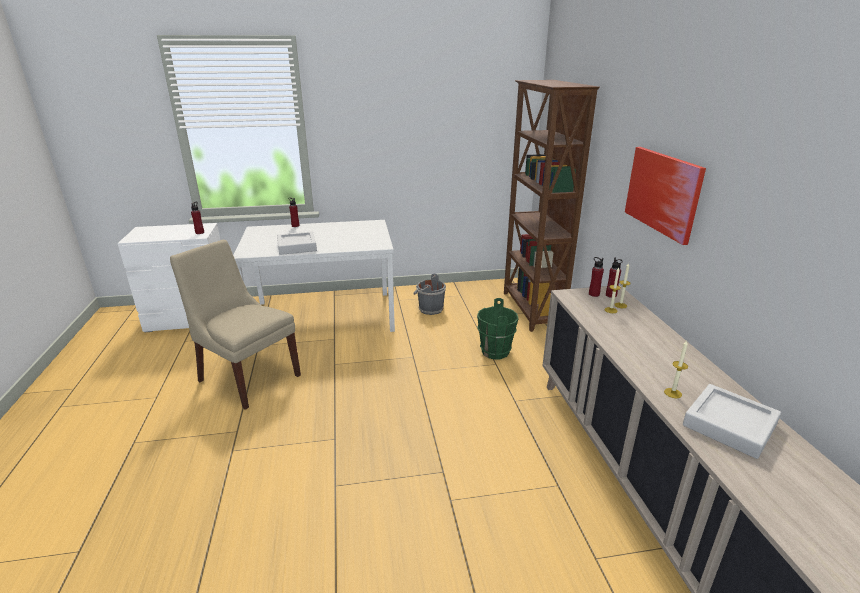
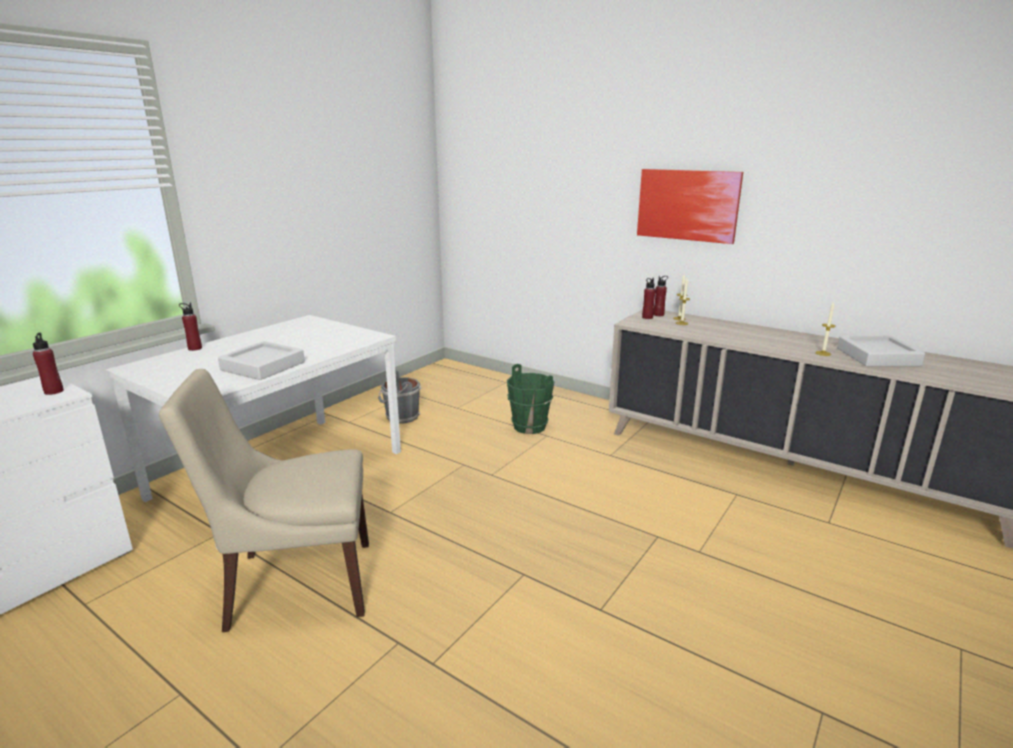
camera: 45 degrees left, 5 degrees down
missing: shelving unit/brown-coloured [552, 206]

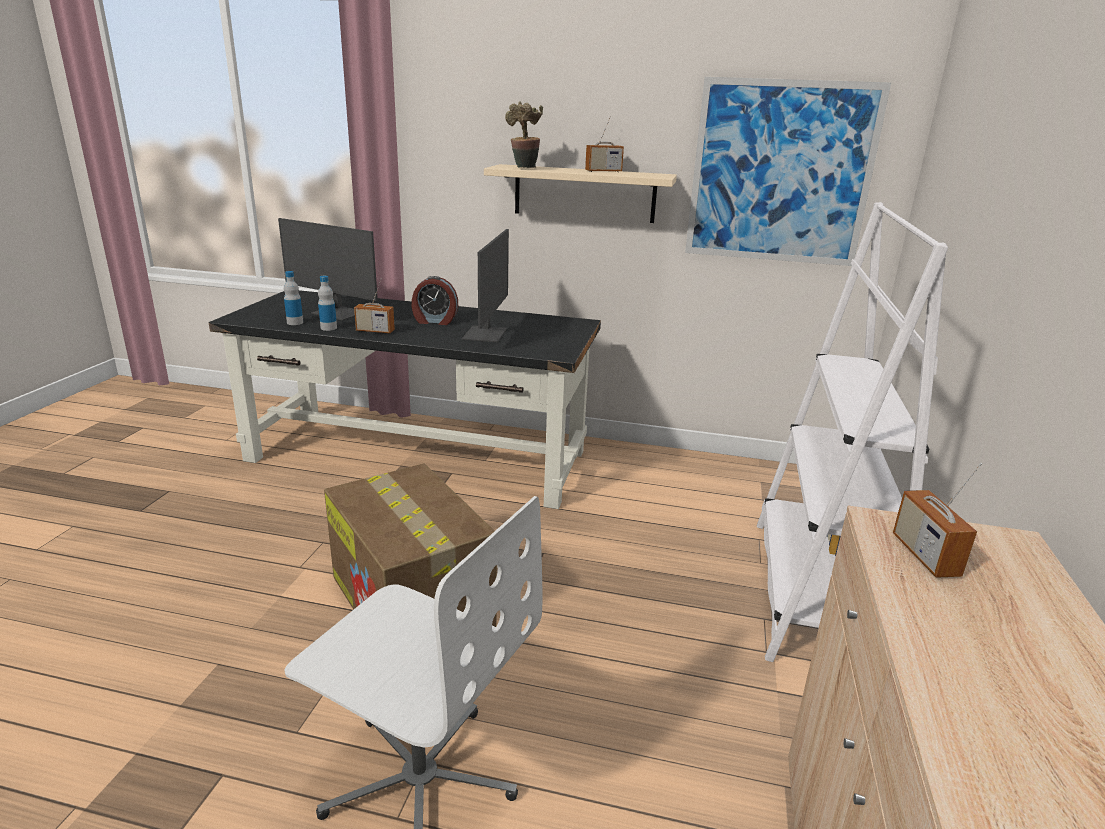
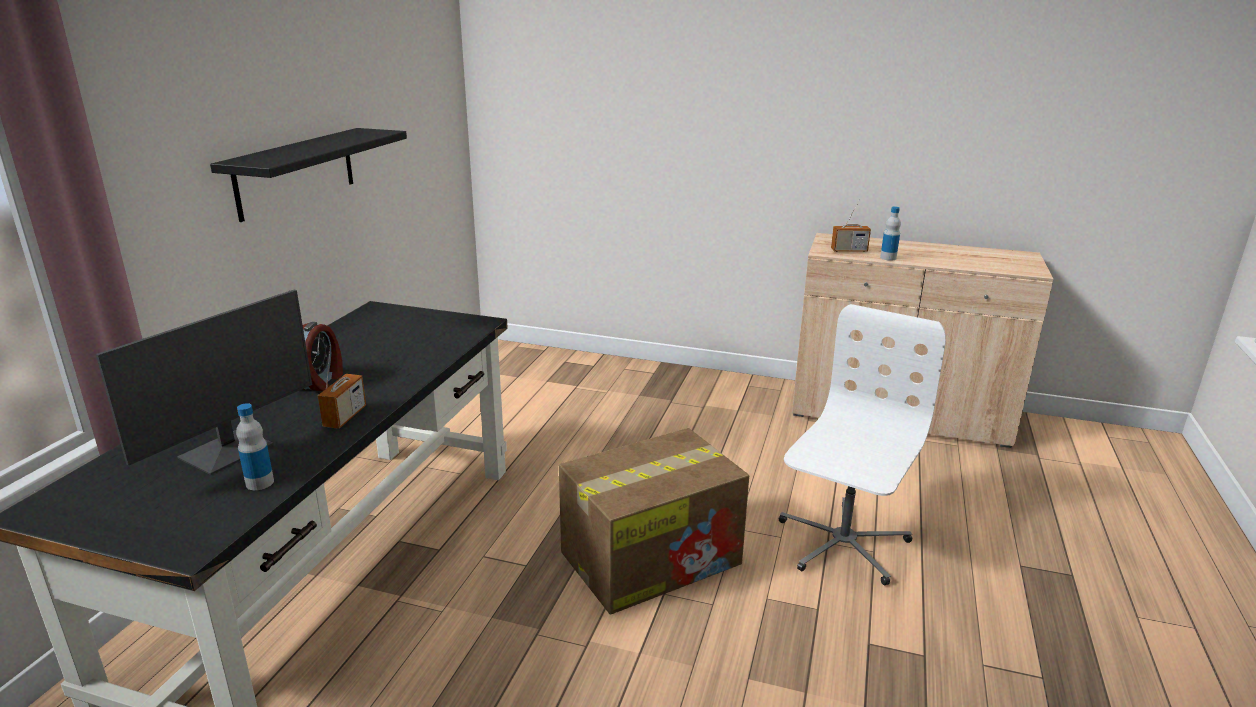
camera: 85 degrees left, 0 degrees up
missing: computer display [485, 286]; houseplant [524, 134]; radio receiver [604, 144]; picture [788, 171]; shelving unit/white-coloured [852, 432]
relocated: drink bottle [327, 303] to [890, 234]
colour: bracket shelf/beige [580, 193] to bracket shelf/black [308, 175]

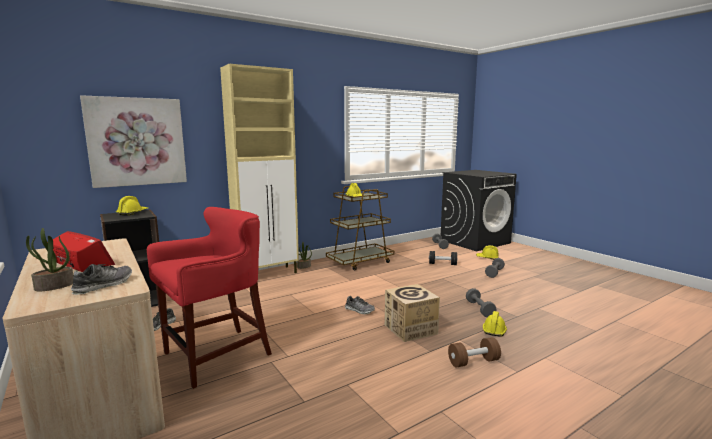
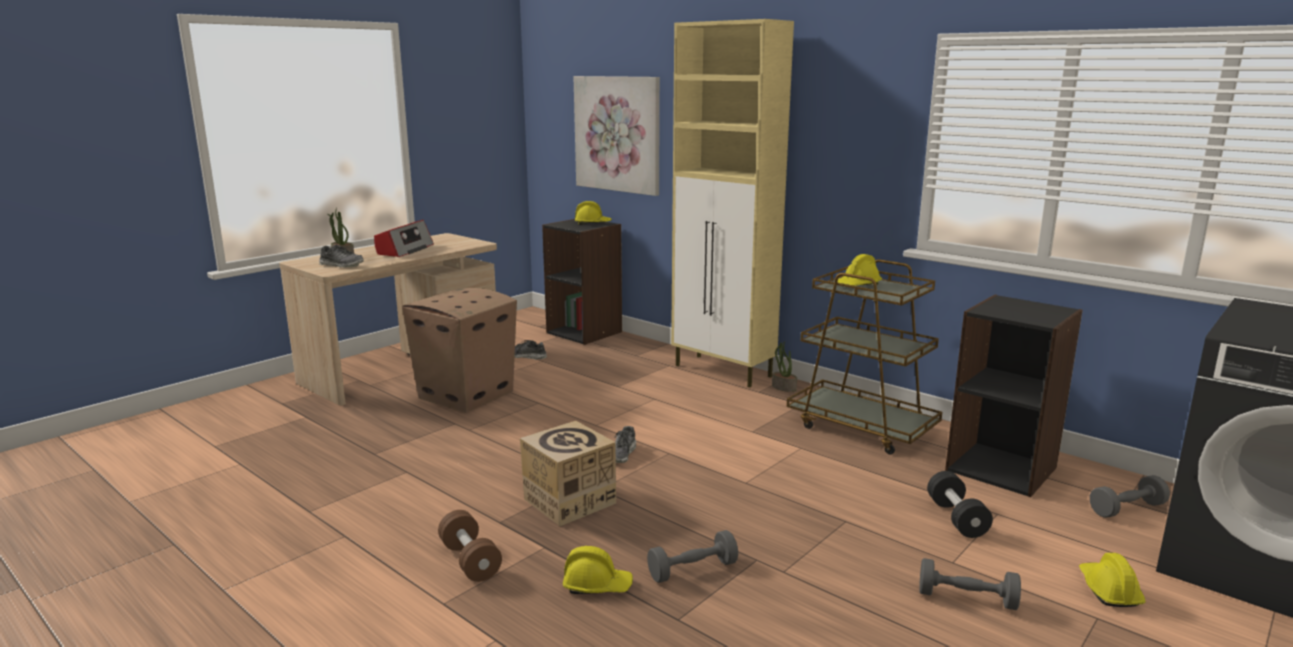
camera: 75 degrees right, 5 degrees up
appeared: shelving unit/black [1014, 396]
exchanged: stool/red-coloured [209, 298] to packing box [459, 350]

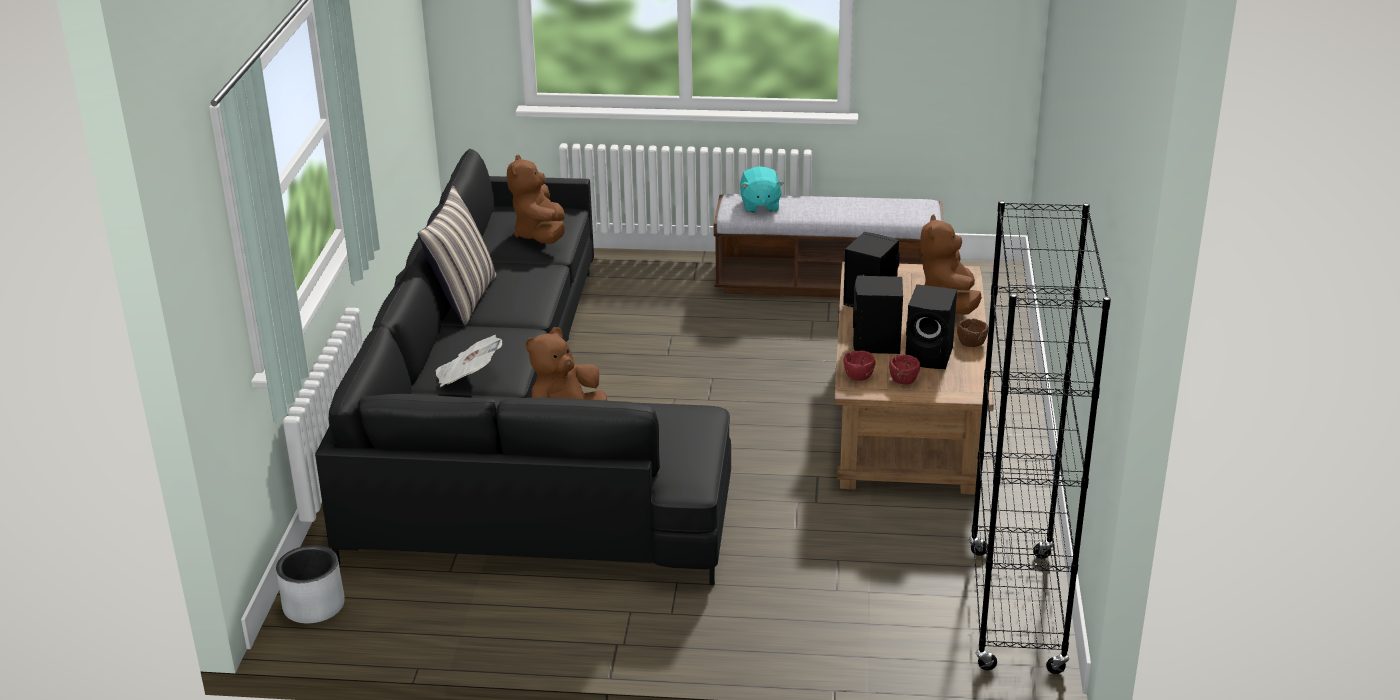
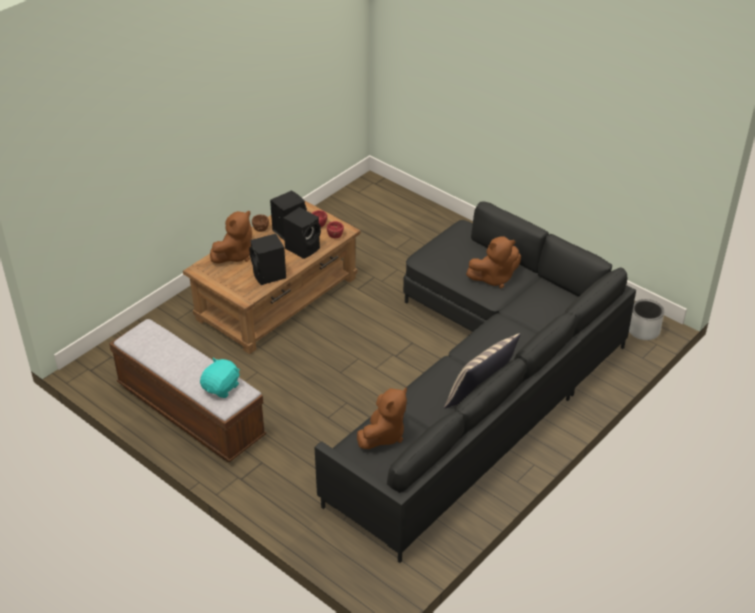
camera: 145 degrees left, 10 degrees up
missing: daily paper [468, 361]; shelving unit/black [1040, 437]

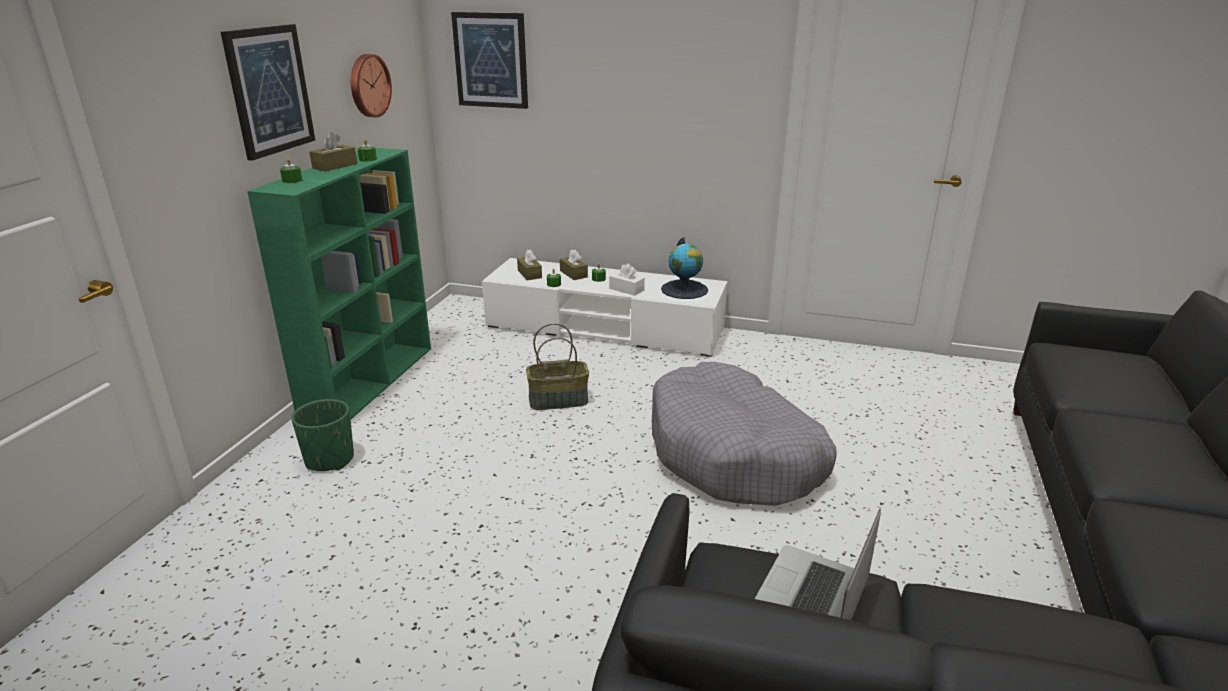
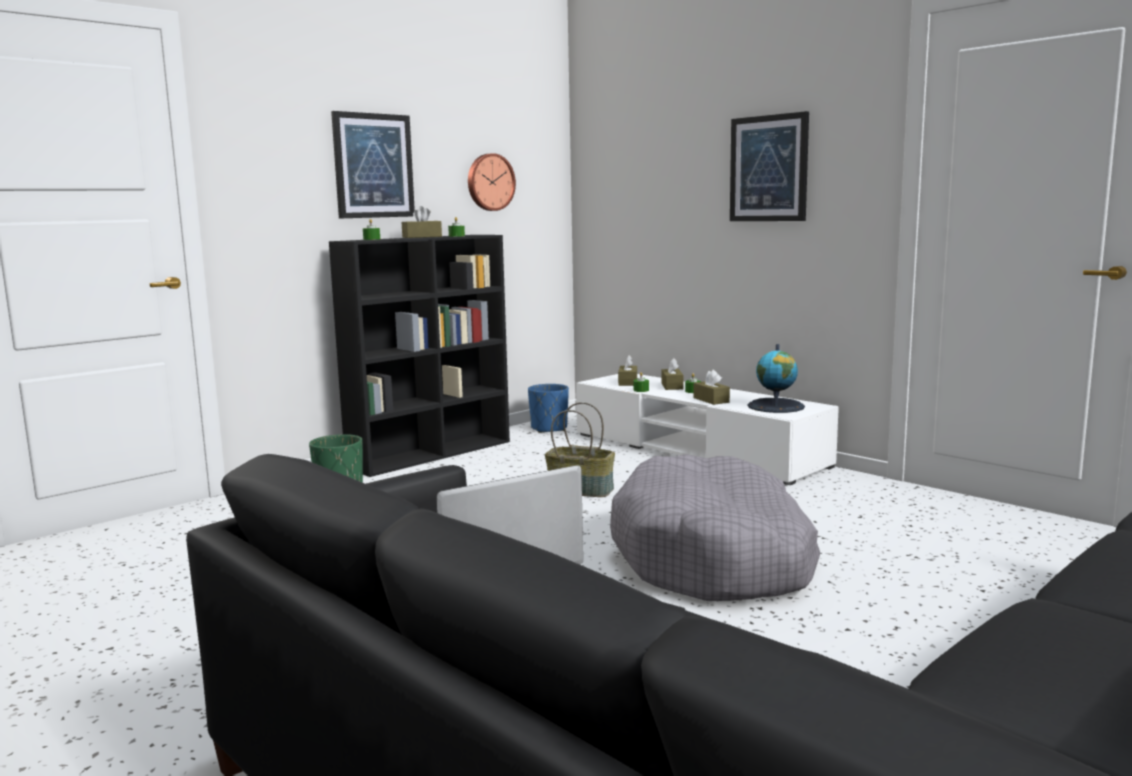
camera: 30 degrees right, 15 degrees down
appeared: planter/bluish [548, 408]
relocated: picture [489, 60] to [769, 166]
colour: shelving unit/green [339, 283] to shelving unit/black [419, 356]; tissue box/white-coloured [627, 280] to tissue box/brown-coloured [711, 387]

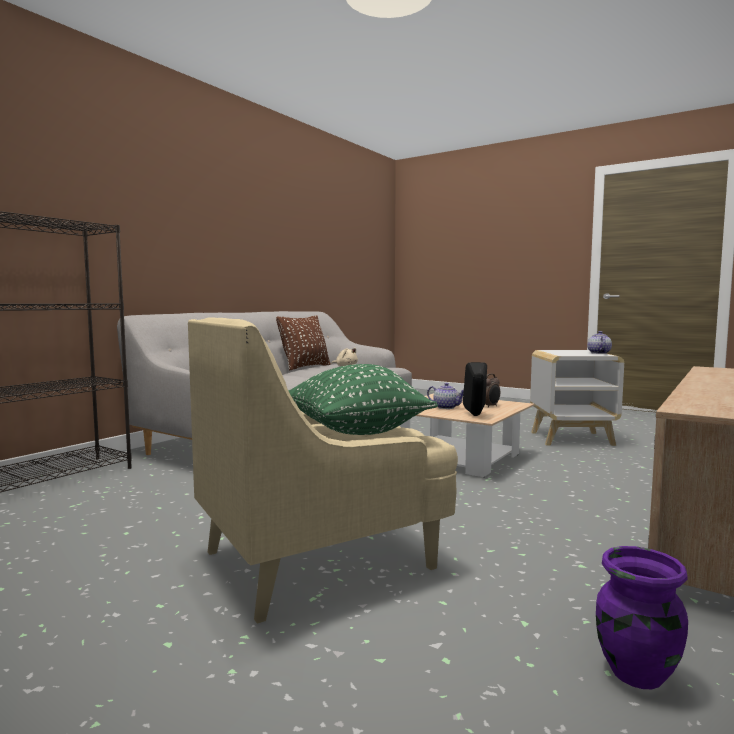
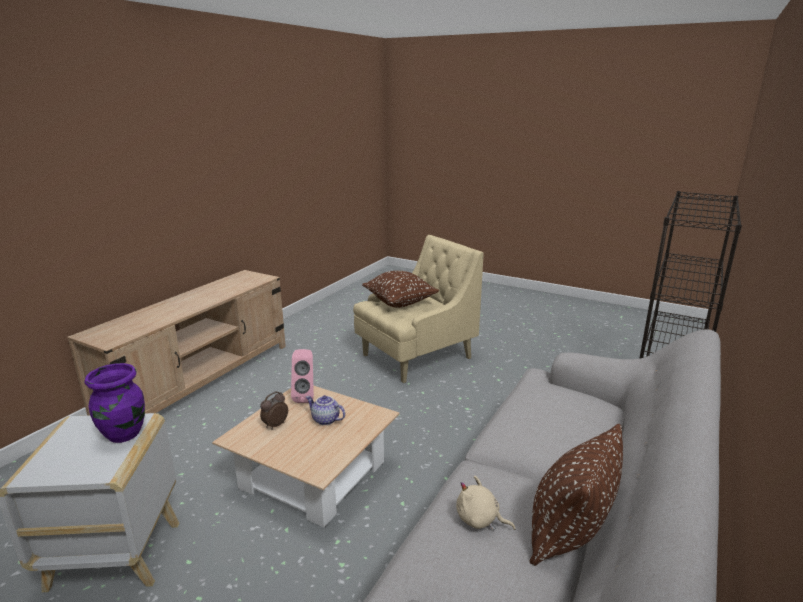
camera: 175 degrees right, 15 degrees up
missing: teapot [599, 342]
relocated: flower vase/purple-coloured [642, 617] to [115, 403]
colour: audio speaker/black [475, 389] to audio speaker/pinkish [302, 376]; pillow/green [363, 399] to pillow/brown-coloured [400, 289]

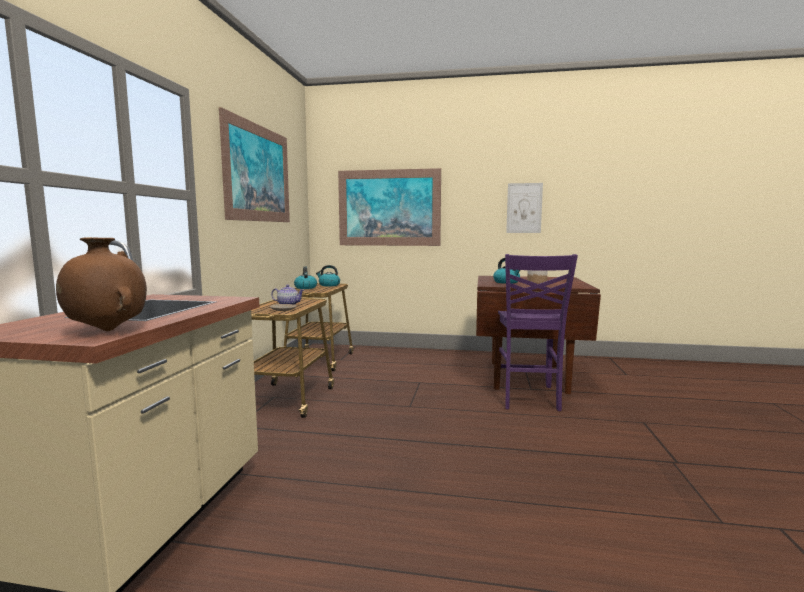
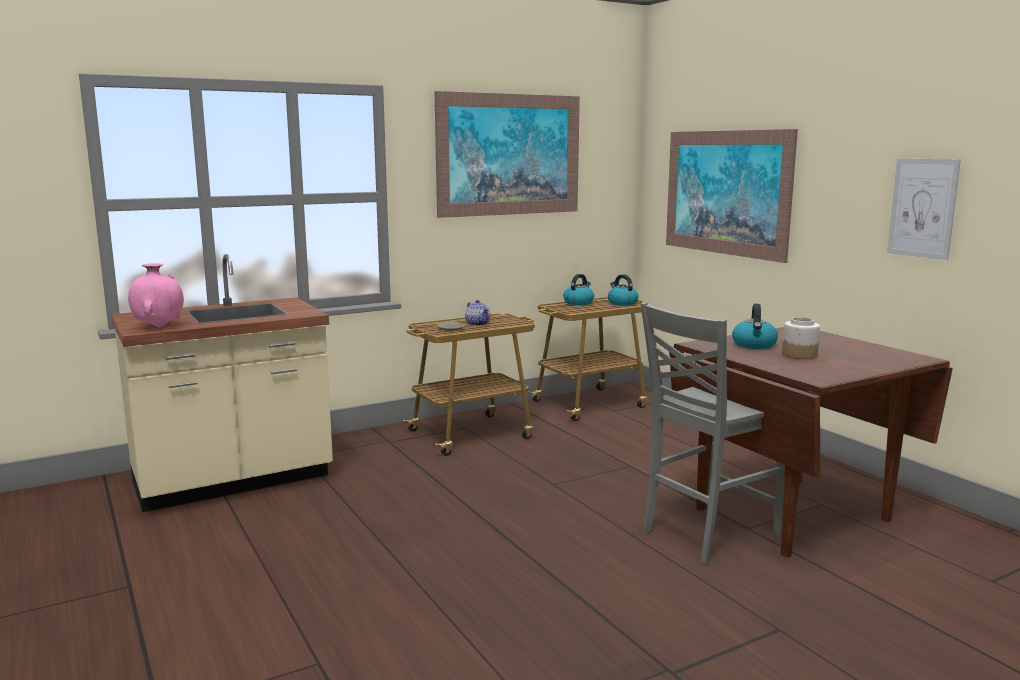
camera: 50 degrees right, 5 degrees up
colour: flower vase/brown-coloured [101, 284] to flower vase/pinkish [156, 295]; chair/purple-coloured [538, 332] to chair/greyish [713, 433]

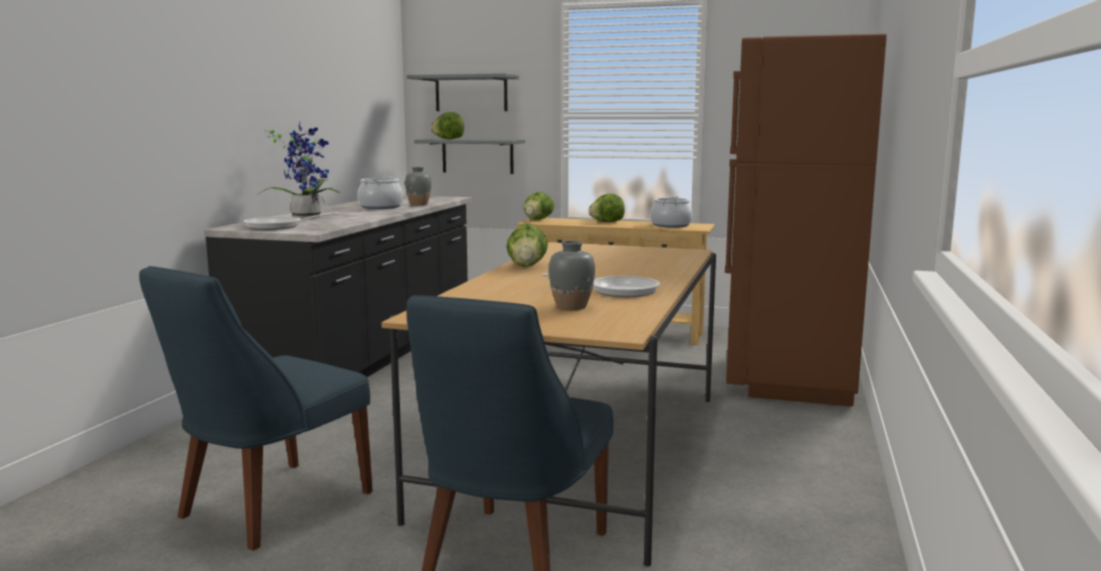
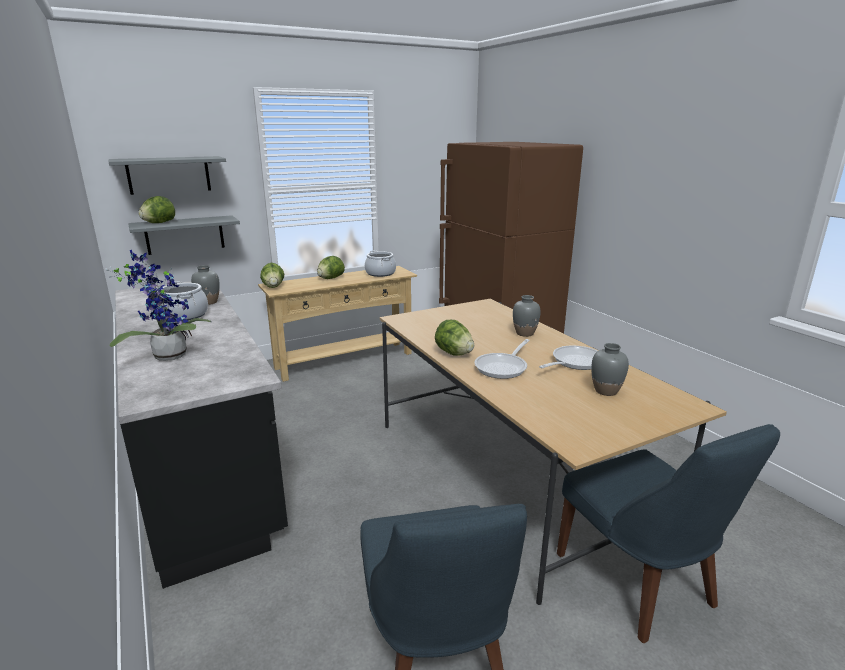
camera: 45 degrees left, 10 degrees up
appeared: flower vase/greyish [527, 316]
relocated: pan [291, 221] to [502, 359]

